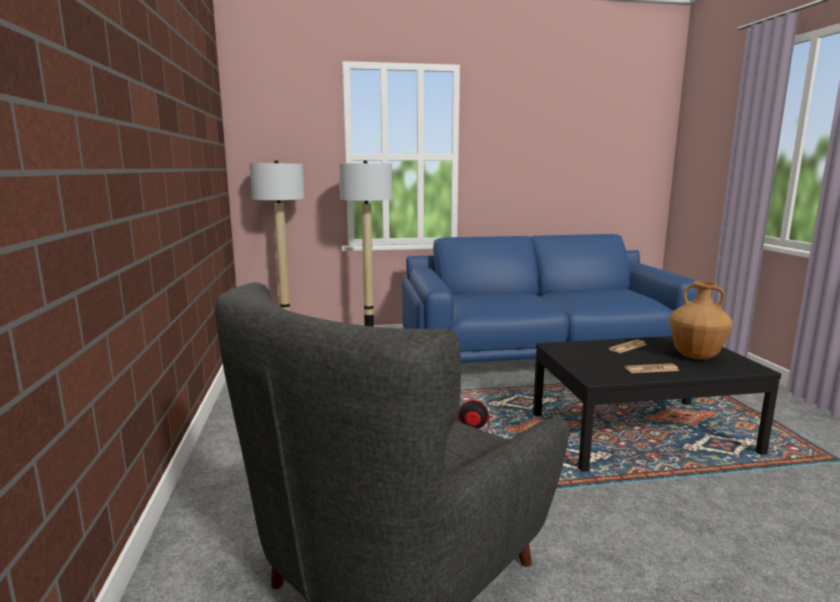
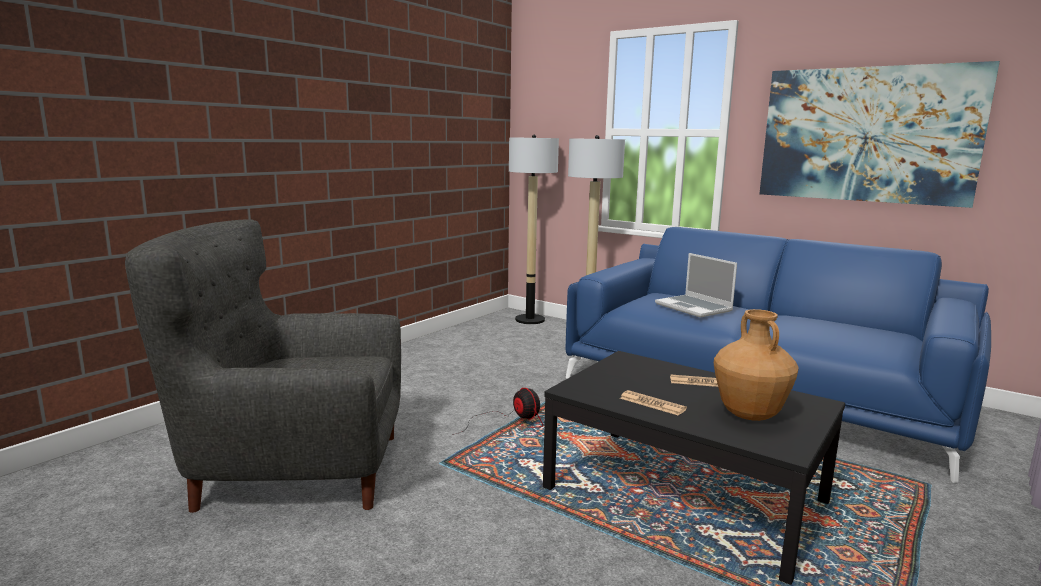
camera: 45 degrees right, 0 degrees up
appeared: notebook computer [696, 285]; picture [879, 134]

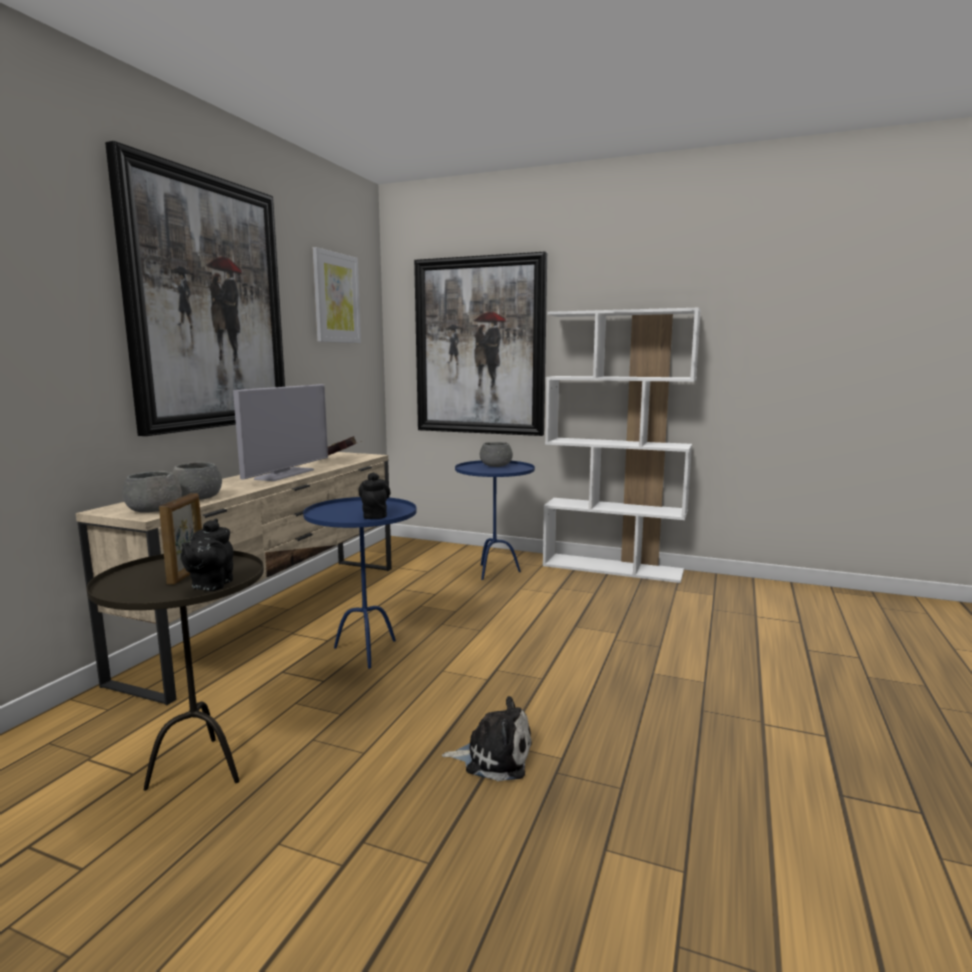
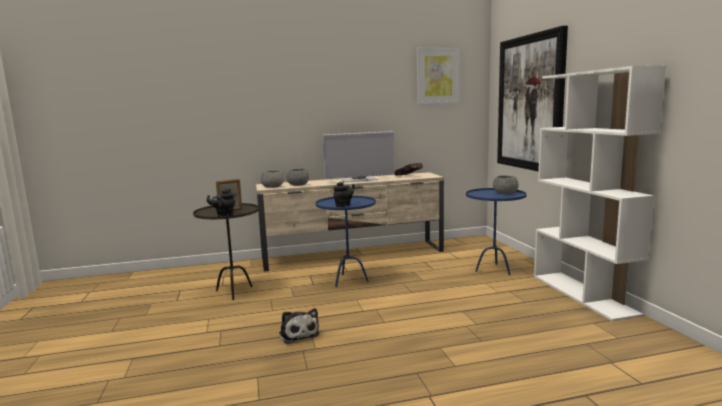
camera: 55 degrees right, 0 degrees up
missing: picture [195, 288]

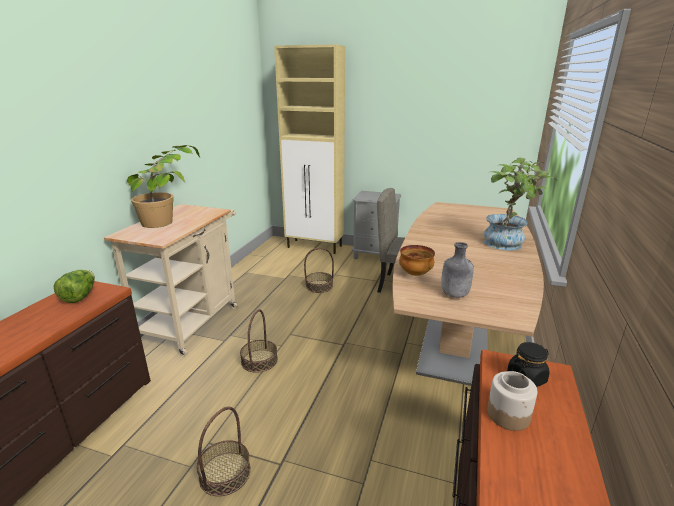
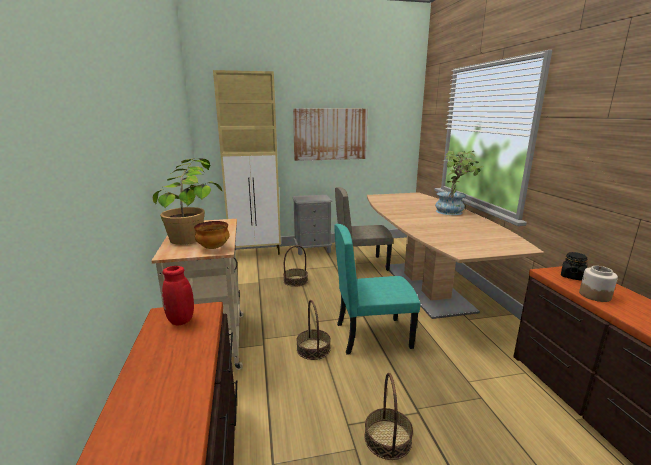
camera: 30 degrees left, 5 degrees down
missing: drink bottle/greyish [457, 270]
appeared: picture [330, 135]; chair/turquoise [377, 289]
relocated: bowl [417, 260] to [211, 235]
exchanged: lettuce head [74, 286] to flower vase/red-coloured [178, 296]

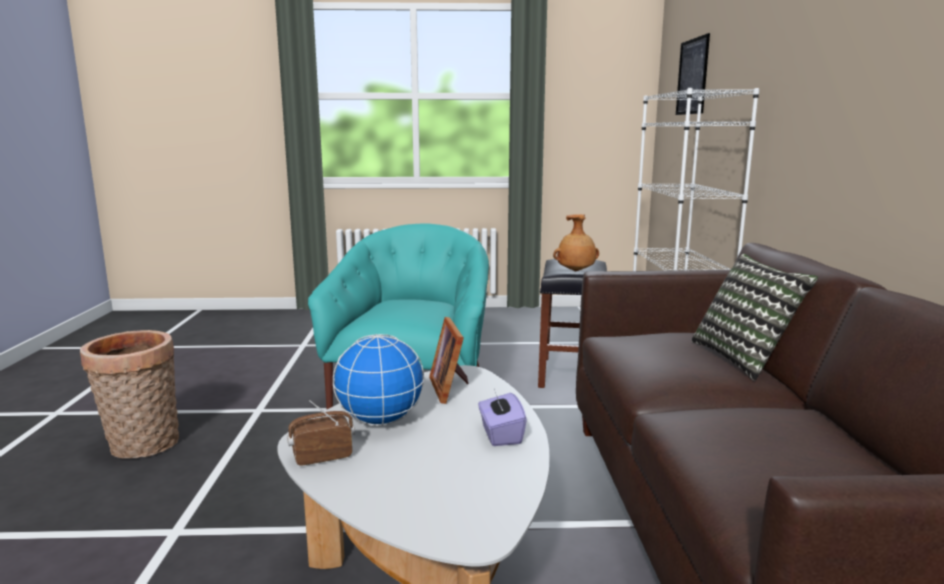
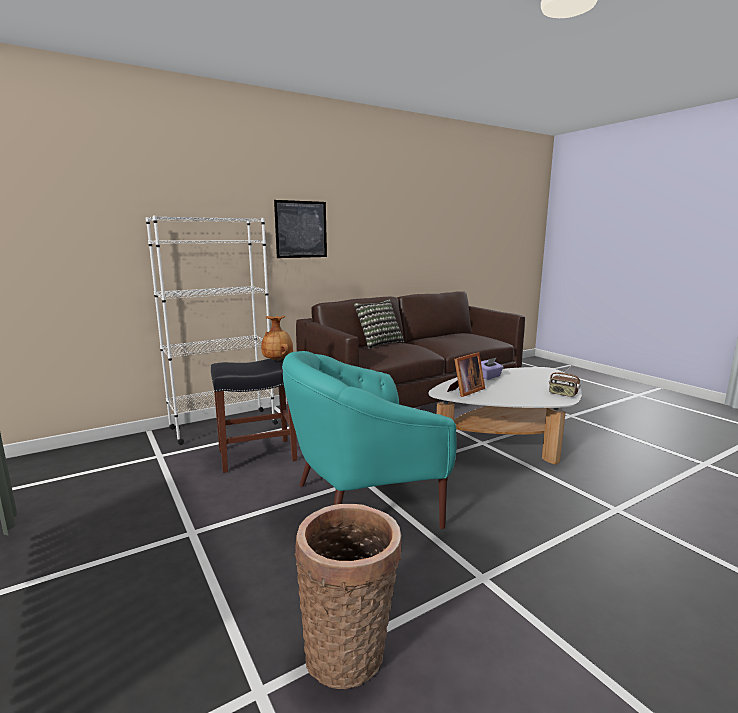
camera: 120 degrees left, 0 degrees up
missing: globe [379, 380]
relocated: picture [693, 74] to [300, 229]; basket [129, 394] to [348, 596]

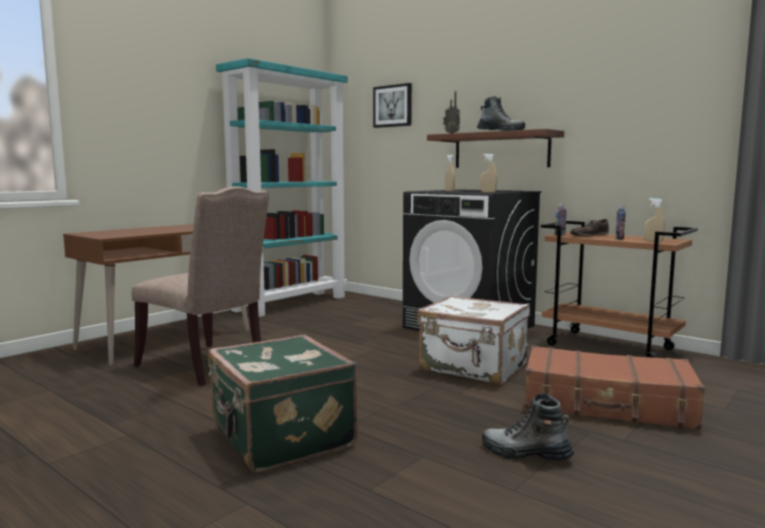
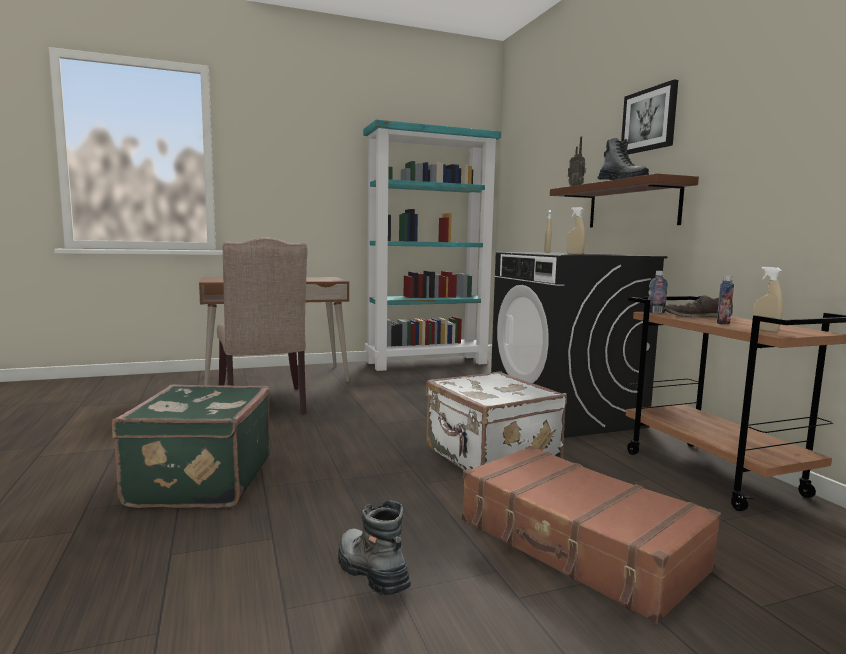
camera: 30 degrees right, 0 degrees up
relocated: picture [392, 105] to [649, 117]

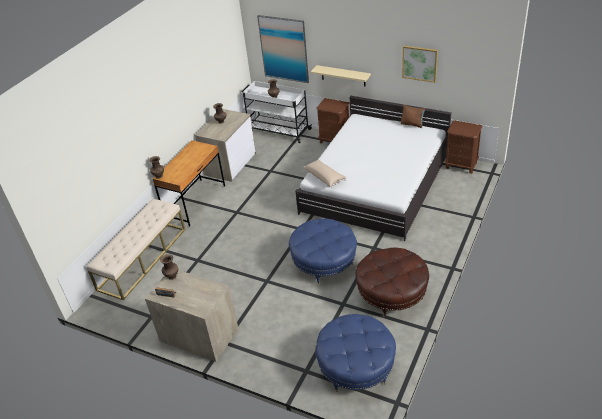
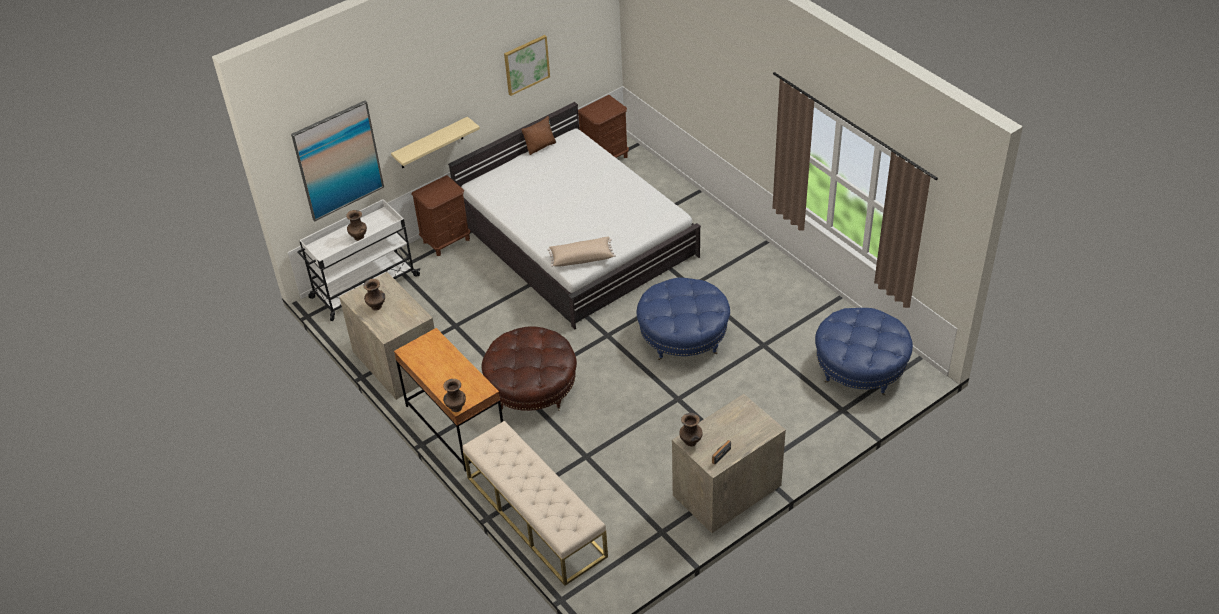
camera: 65 degrees left, 5 degrees up
relocated: pouffe/brown-coloured [392, 282] to [529, 368]

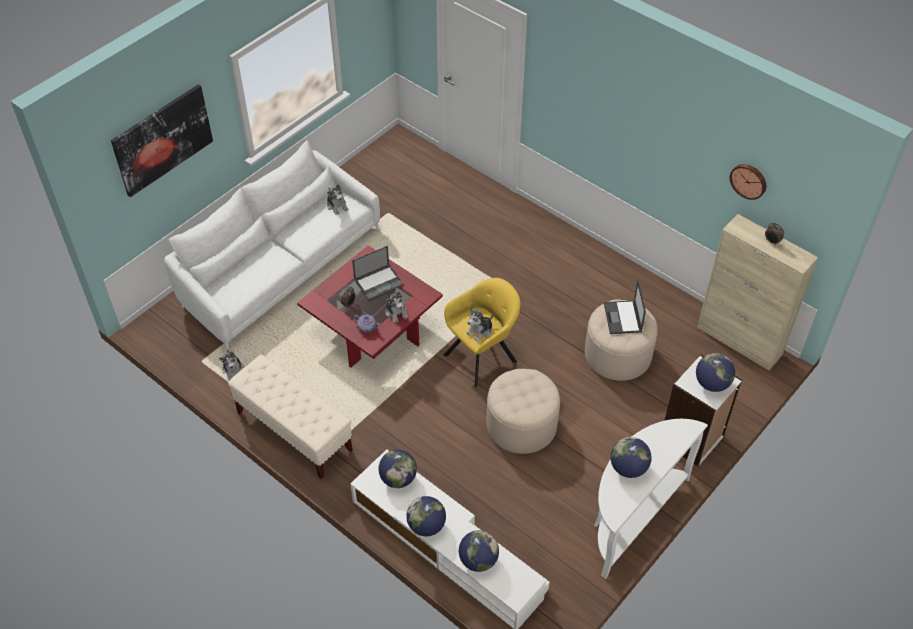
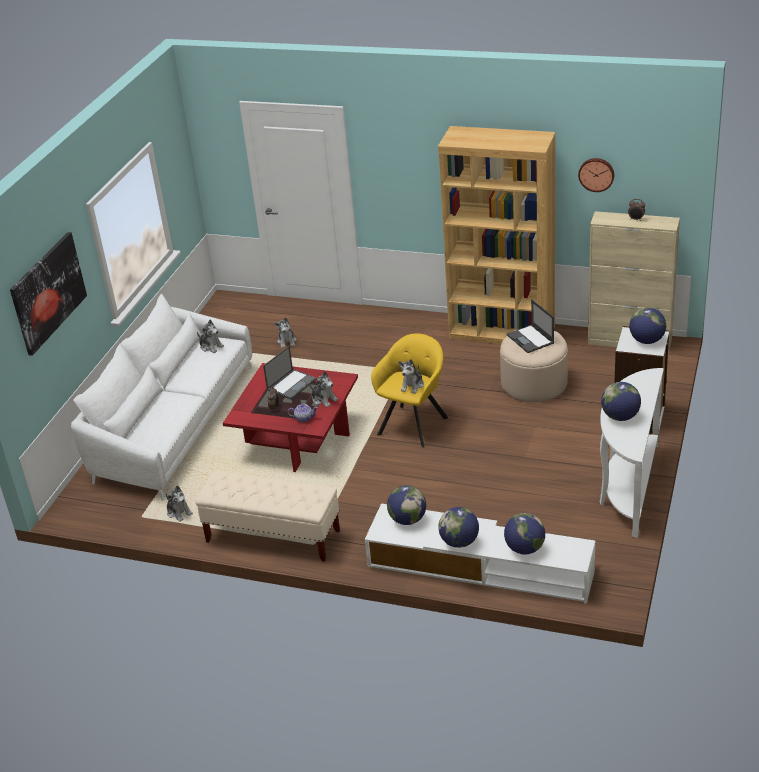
camera: 20 degrees left, 15 degrees down
missing: pouffe/beige [523, 411]
appeared: plush toy [285, 332]; shelving unit/brown-coloured [496, 235]

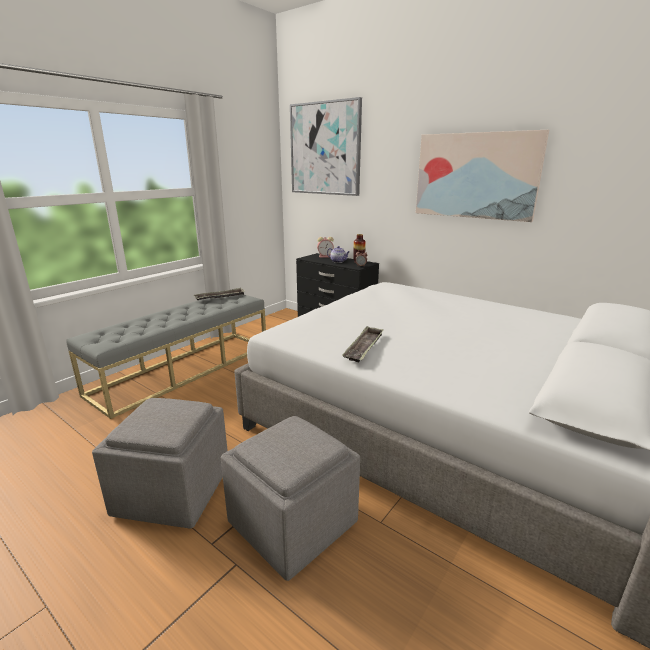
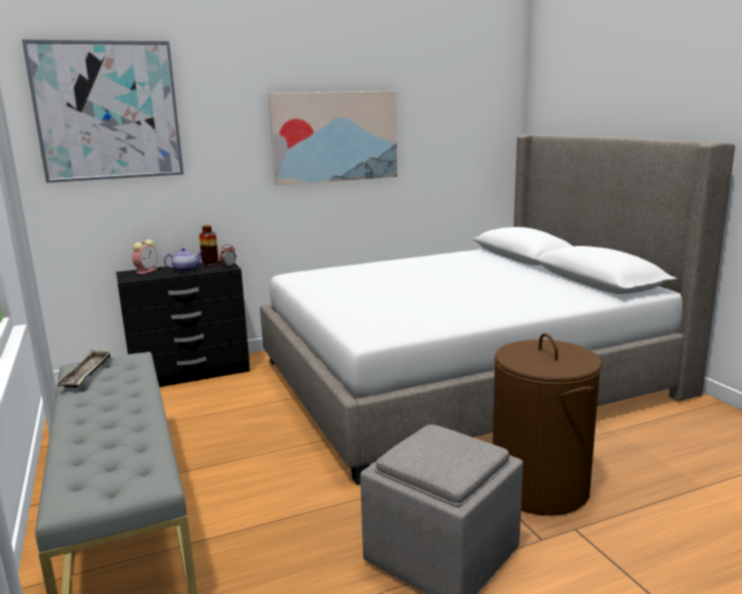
camera: 60 degrees left, 5 degrees down
missing: tray [363, 344]
exchanged: pouffe/greyish [290, 498] to washing basket/brown-coloured [547, 424]

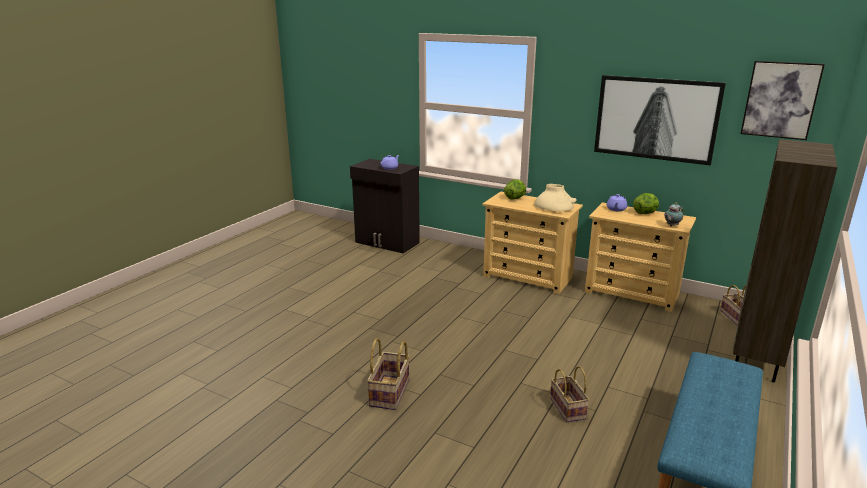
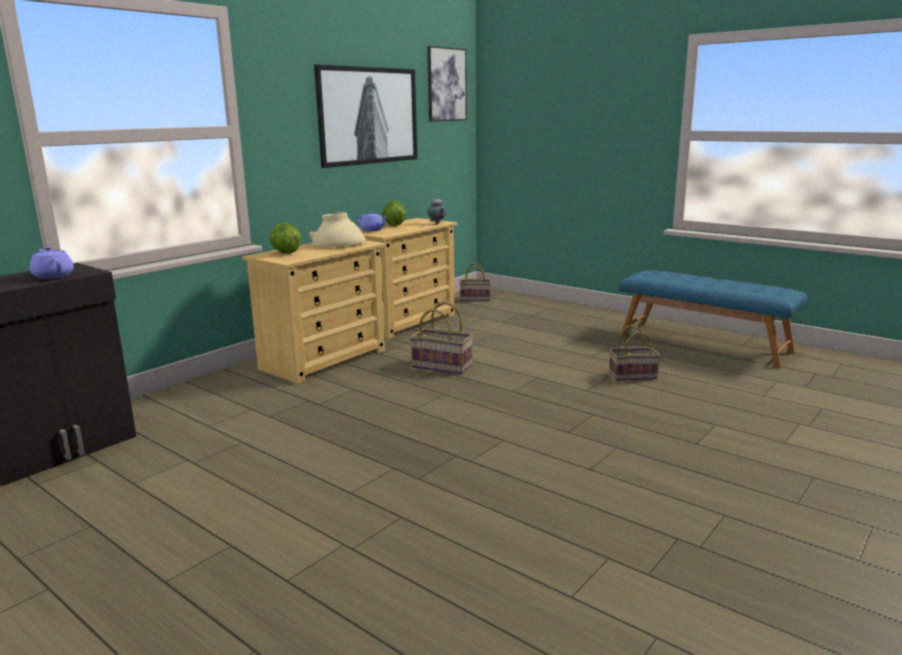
camera: 80 degrees left, 5 degrees down
missing: shelving unit/brown-coloured [785, 260]
relocated: basket [388, 374] to [441, 337]

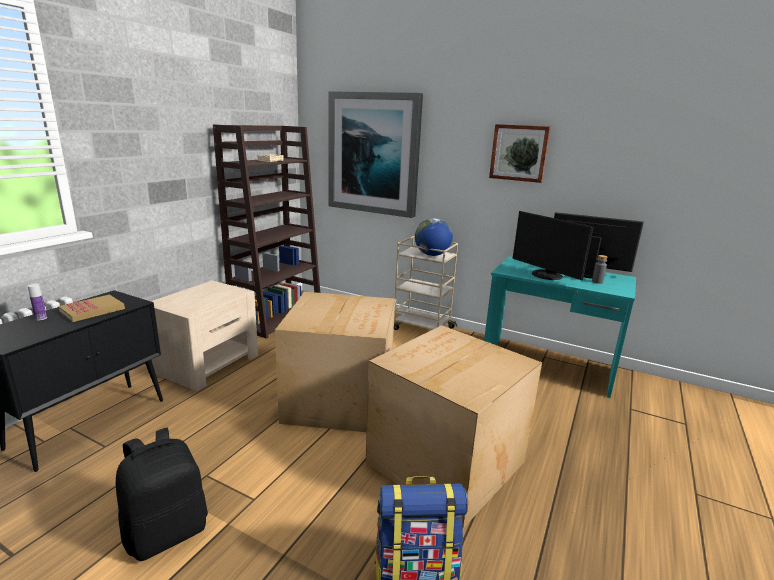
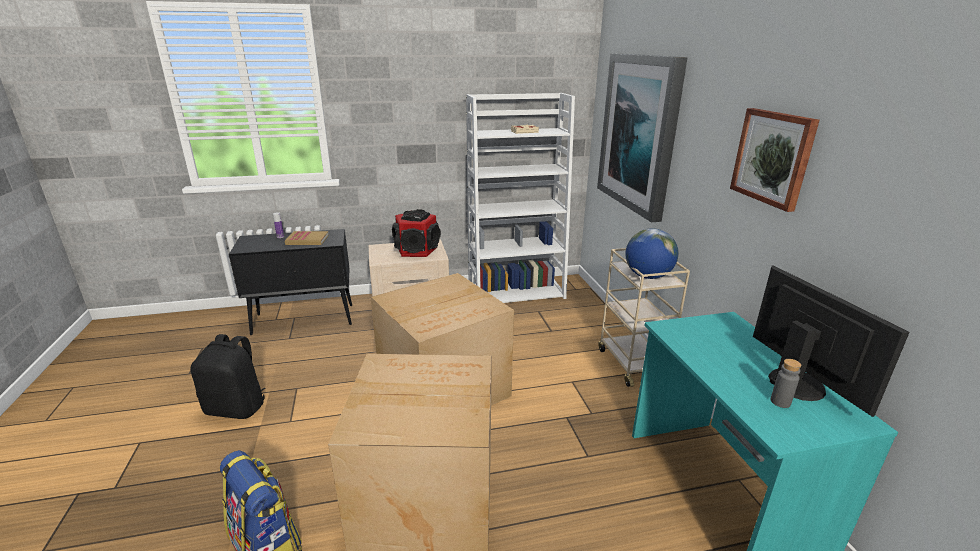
camera: 50 degrees right, 5 degrees up
missing: computer display [553, 245]
appeared: audio speaker [416, 233]
colour: shelving unit/brown-coloured [266, 231] to shelving unit/white-coloured [520, 198]

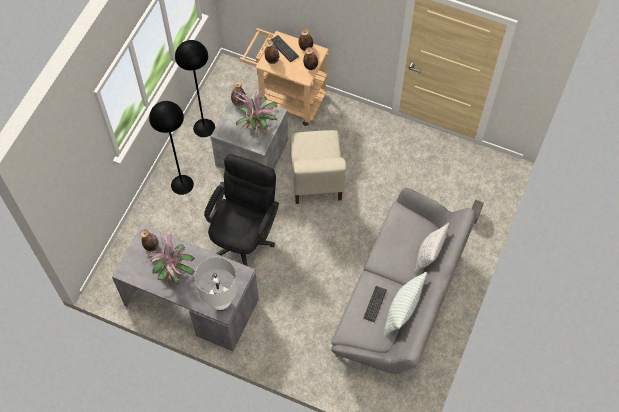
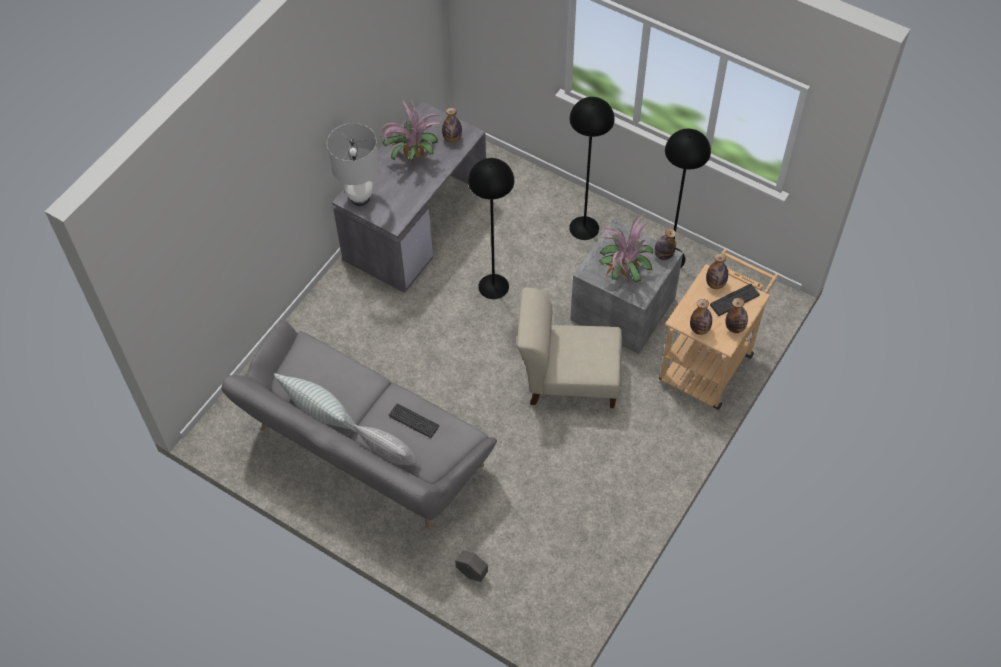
camera: 100 degrees right, 5 degrees down
relocated: computer keyboard [375, 304] to [414, 420]
exchanged: computer chair/black [241, 210] to standard lamp/black [491, 228]

